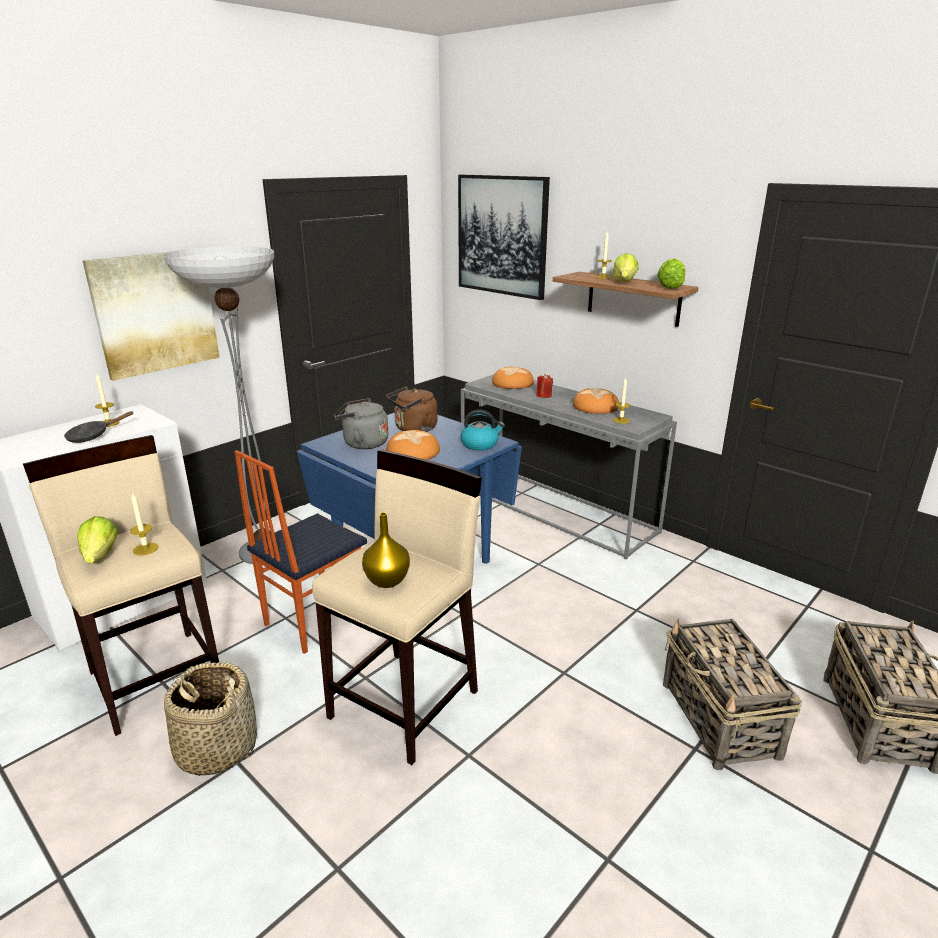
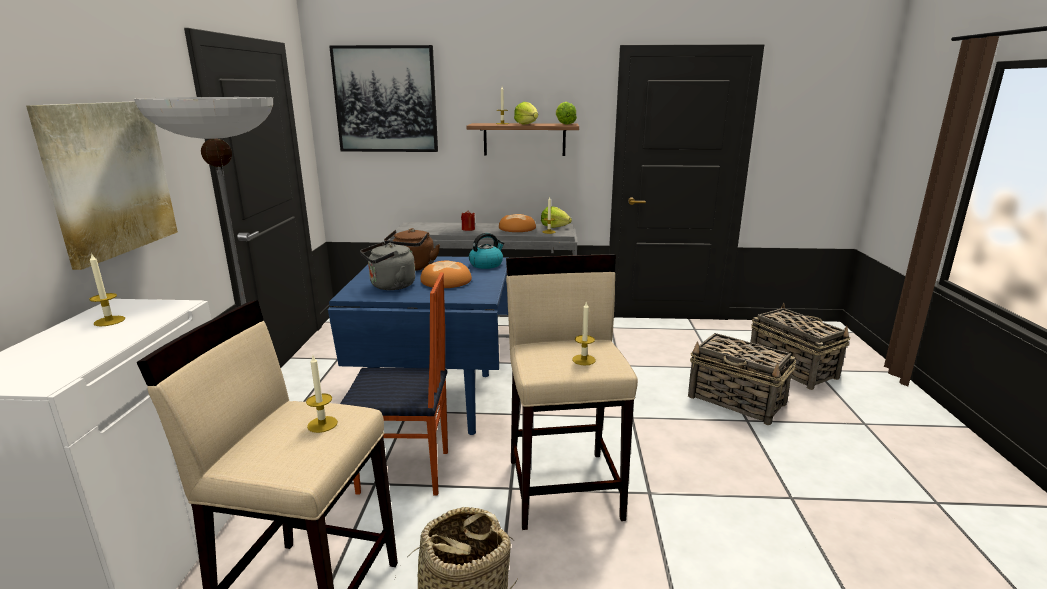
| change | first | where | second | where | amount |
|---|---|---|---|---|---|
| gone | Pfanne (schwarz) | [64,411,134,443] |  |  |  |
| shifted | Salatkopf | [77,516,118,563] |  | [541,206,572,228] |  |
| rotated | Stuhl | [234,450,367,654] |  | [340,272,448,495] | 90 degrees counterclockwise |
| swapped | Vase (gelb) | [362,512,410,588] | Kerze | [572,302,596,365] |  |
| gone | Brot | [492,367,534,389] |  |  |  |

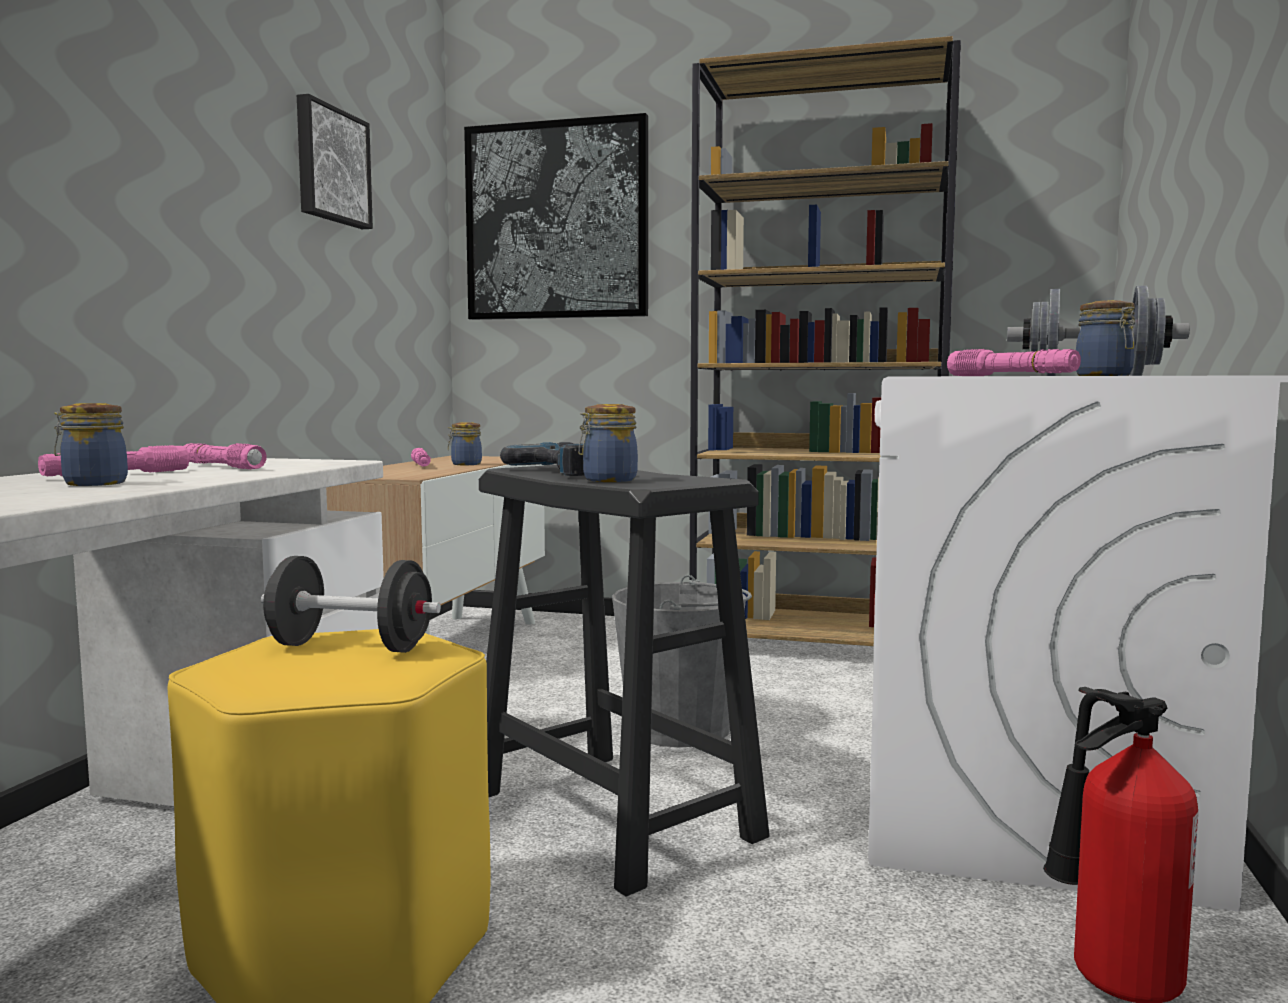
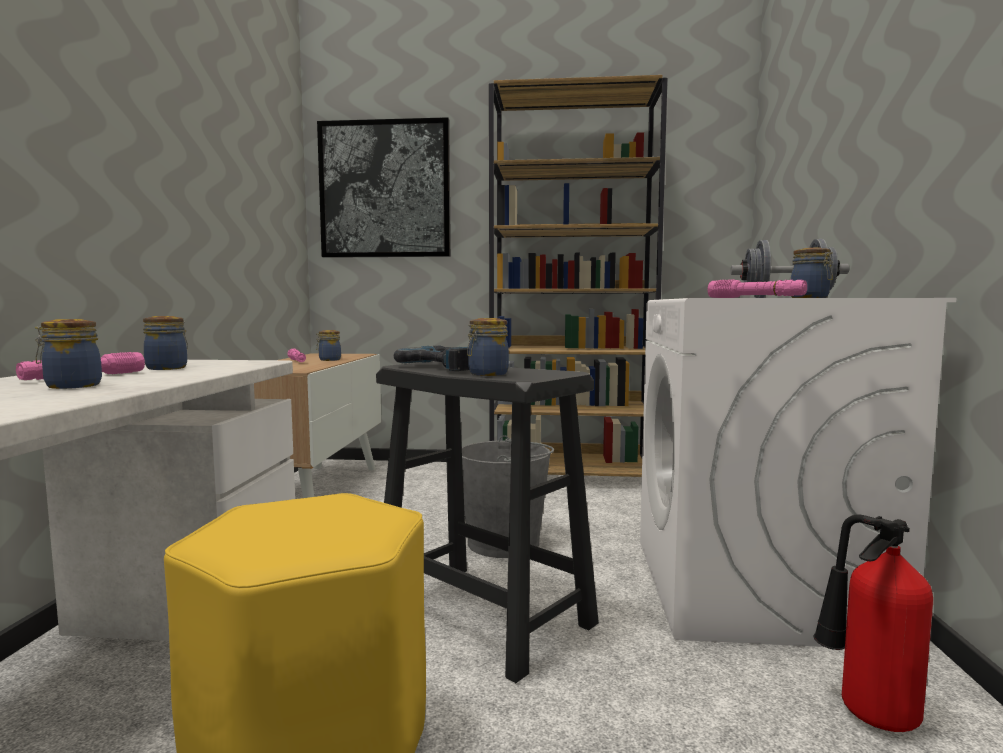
| change | first | where | second | where | amount |
|---|---|---|---|---|---|
| swapped | Taschenlampe (rosa) | [184,443,267,469] | Vorratsglas | [143,316,188,370] |  |
| gone | Hantel (schwarz) | [261,556,441,653] |  |  |  |
| gone | Bild | [297,94,373,229] |  |  |  |

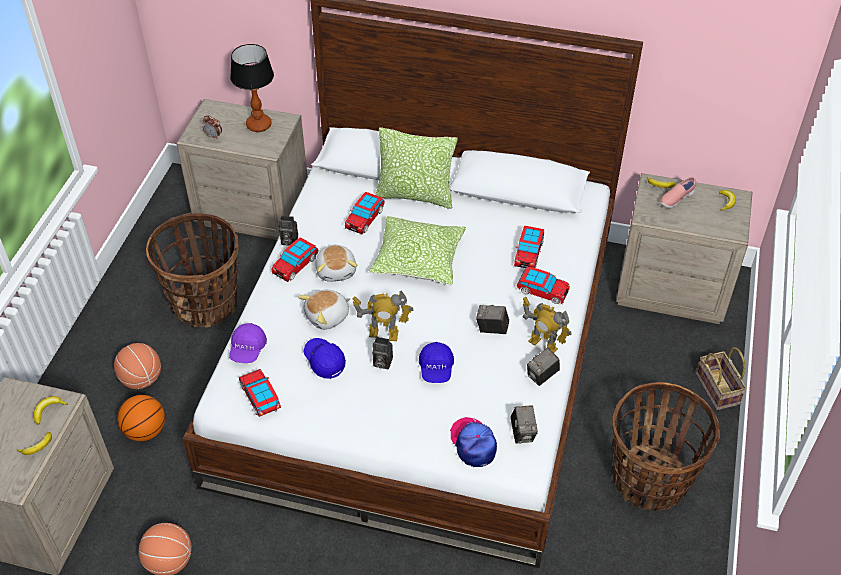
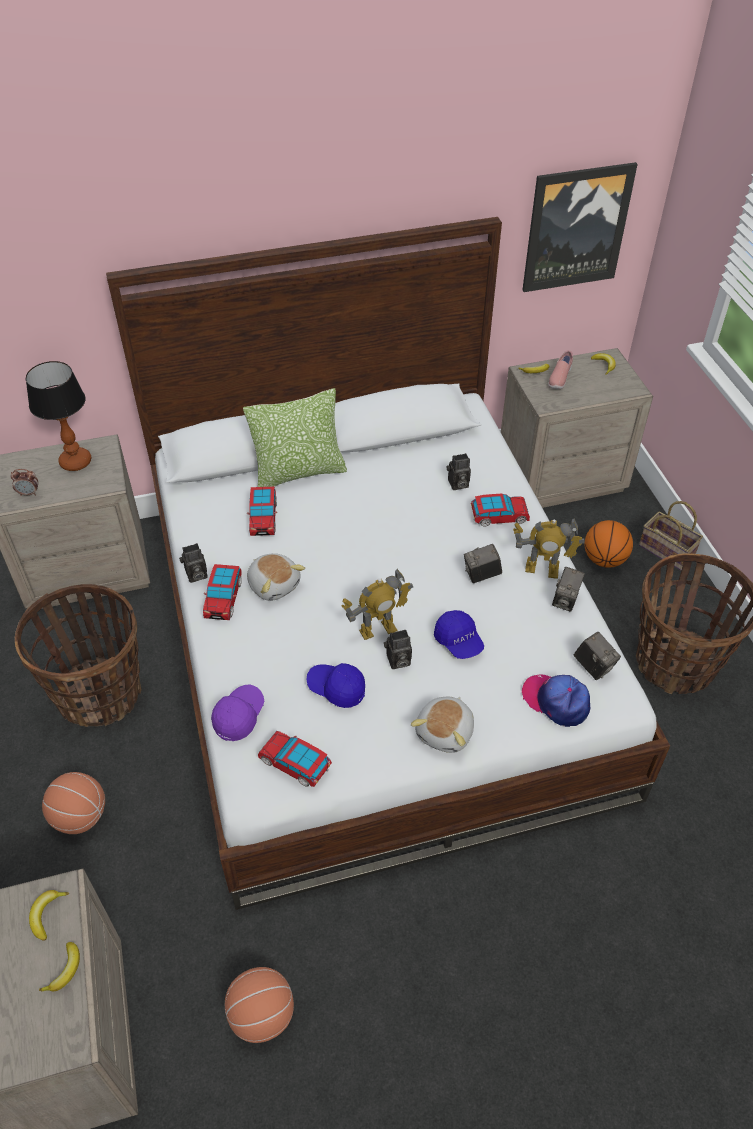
| change | first | where | second | where | amount |
|---|---|---|---|---|---|
| shifted | Basketball | [117,395,165,441] |  | [585,520,633,568] |  |
| rotated | Kappe (lila) | [229,323,267,363] |  | [211,685,264,741] | 135 degrees counterclockwise |
| shifted | Plüschtier | [298,290,351,330] |  | [411,697,474,753] |  |
| gone | Kissen | [369,216,466,285] |  |  |  |
| swapped | Spielzeugauto | [514,226,544,268] | Kamera | [447,453,471,490] |  |
| new |  |  | Bild | [522,162,638,292] |  |

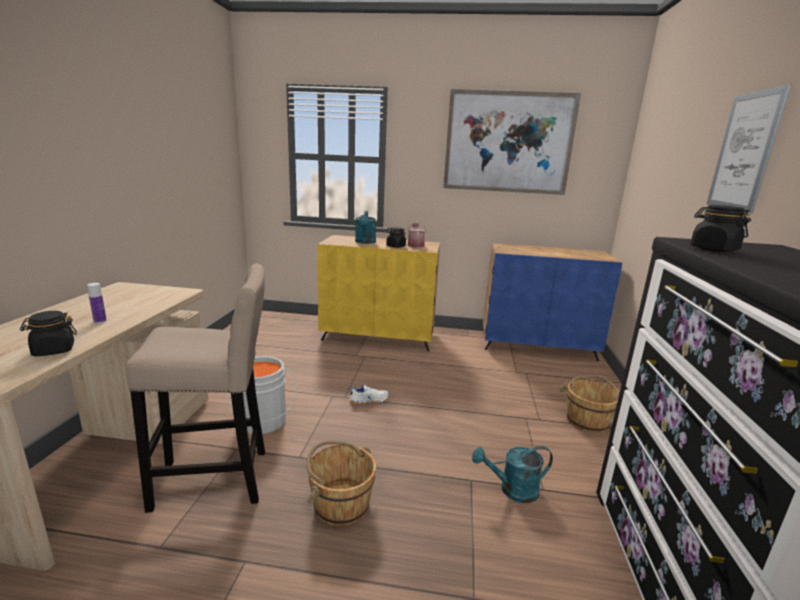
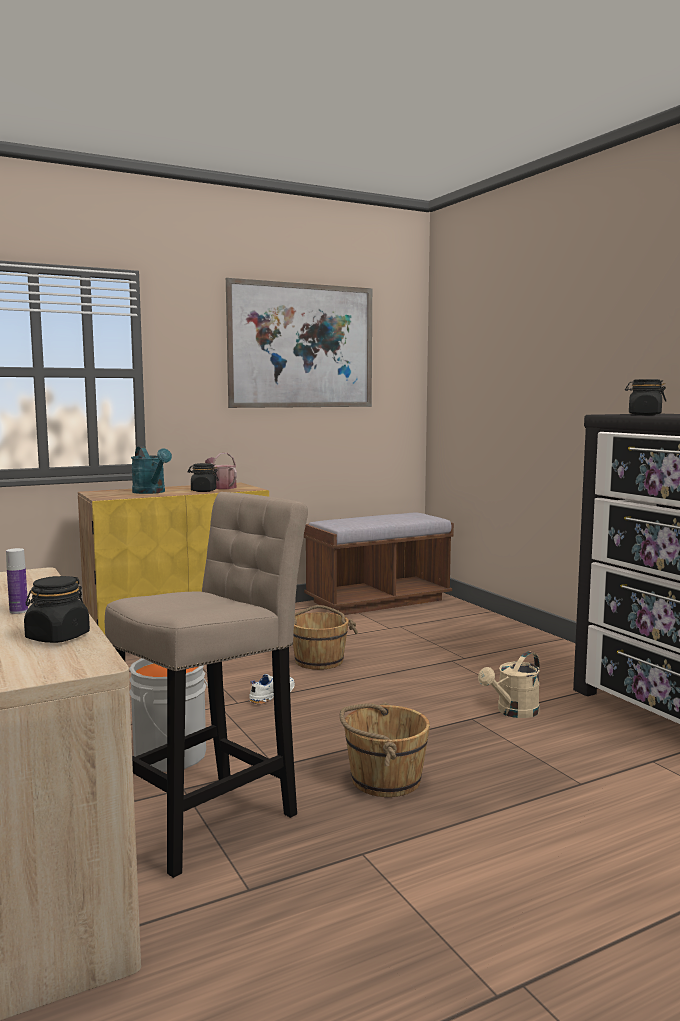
| change | first | where | second | where | amount |
|---|---|---|---|---|---|
| repainted | Gießkanne (türkis) | [472,446,553,503] | Gießkanne (beige) | [478,651,540,718] |  |
| swapped | Schrank (blau) | [483,243,622,361] | Bank (braun) | [304,513,454,615] |  |
| shifted | Eimer (braun) | [559,375,619,433] |  | [293,605,358,670] |  |
| gone | Bild | [706,84,791,213] |  |  |  |

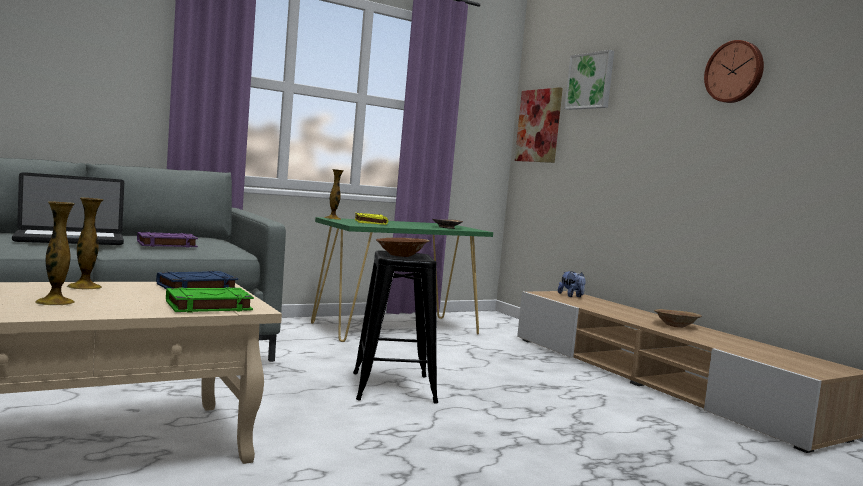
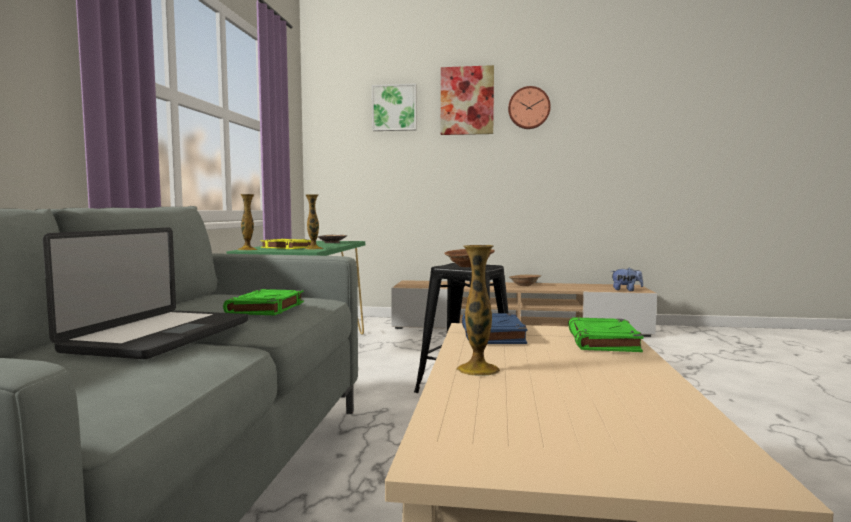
| change | first | where | second | where | amount |
|---|---|---|---|---|---|
| shifted | Vase | [35,201,75,306] |  | [305,194,323,249] |  |
| repainted | Buch (lila) | [137,232,198,248] | Buch (grün) | [223,289,304,315] |  |
| shifted | Bild | [515,87,563,163] |  | [441,65,494,135] |  |
| shifted | Plüschtier | [558,271,586,297] |  | [611,268,643,291] |  |

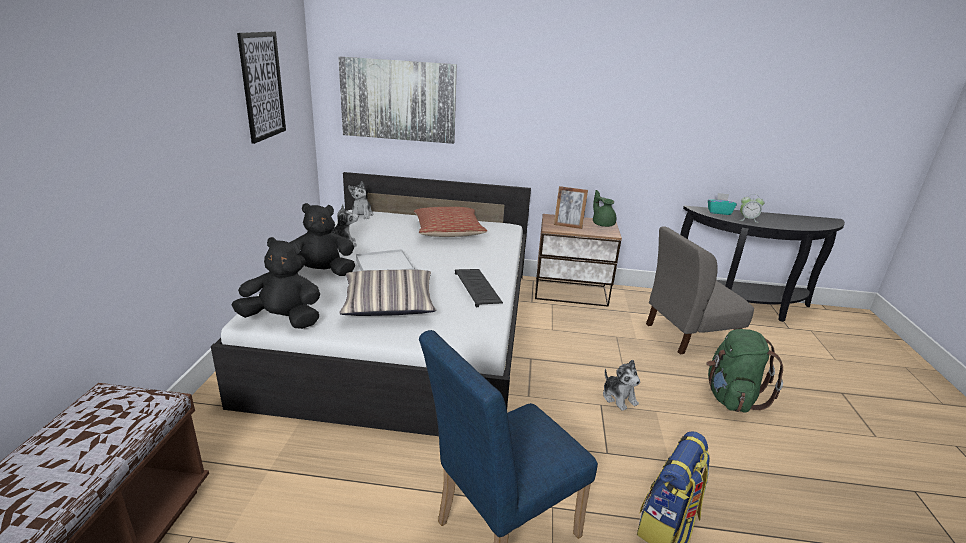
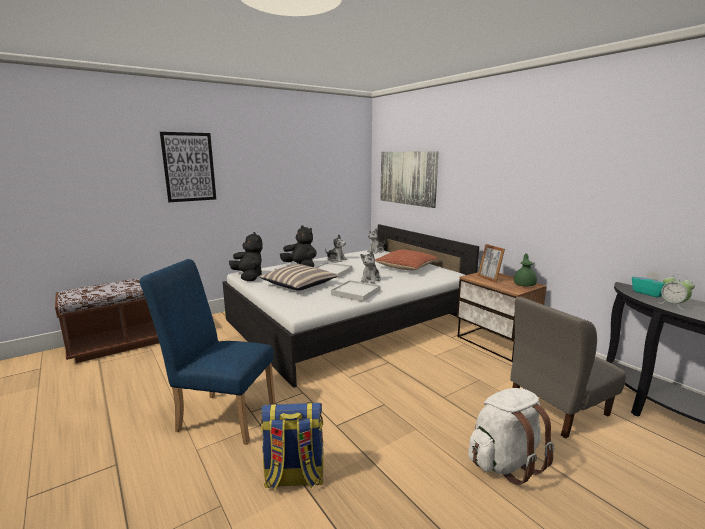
| change | first | where | second | where | amount |
|---|---|---|---|---|---|
| shifted | Bild | [237,32,286,144] |  | [160,132,216,202] |  |
| swapped | Tastatur | [455,269,503,307] | Tablett (weiß) | [331,280,381,302] |  |
| shifted | Plüschtier | [603,360,640,411] |  | [360,251,381,283] |  |
| rotated | Stuhl (grau) | [646,227,754,355] |  | [510,297,626,439] | 60 degrees counterclockwise |
| repainted | Rucksack (grün) | [706,329,783,413] | Rucksack (weiß) | [468,388,554,485] |  |

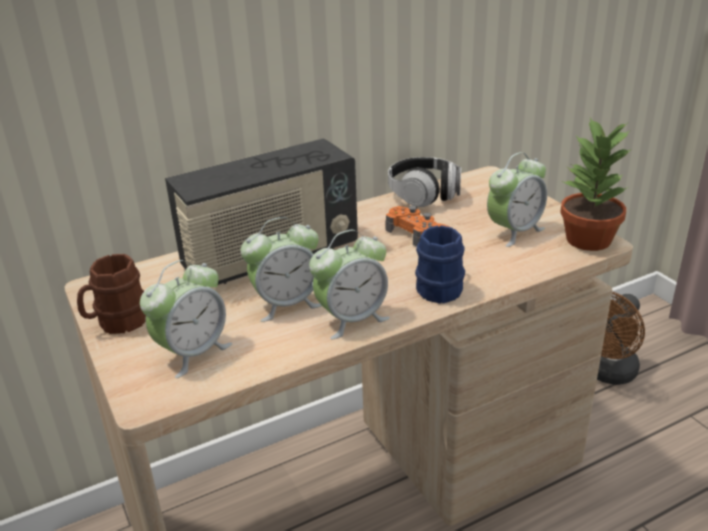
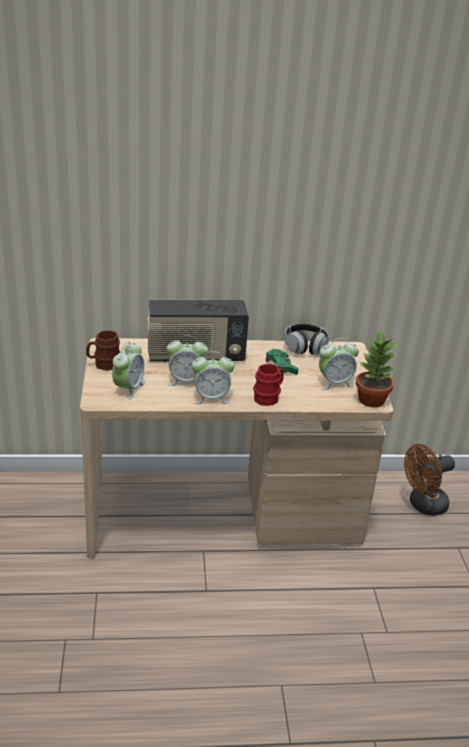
| change | first | where | second | where | amount |
|---|---|---|---|---|---|
| rotated | Wecker | [140,260,232,378] |  | [112,342,145,400] | 45 degrees counterclockwise |
| repainted | Gamepad (orange) | [386,206,449,247] | Gamepad (grün) | [266,349,298,374] |  |
| repainted | Henkelbecher (blau) | [415,225,465,304] | Henkelbecher (rot) | [253,364,284,406] |  |

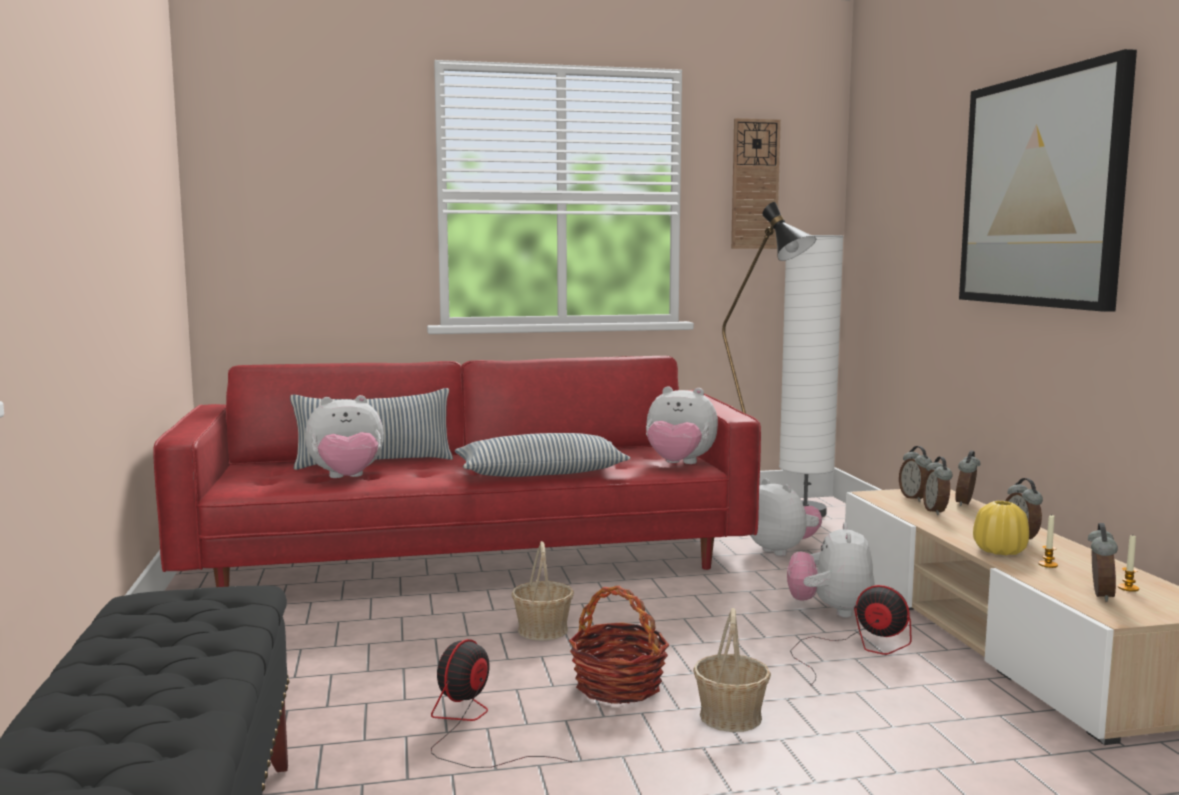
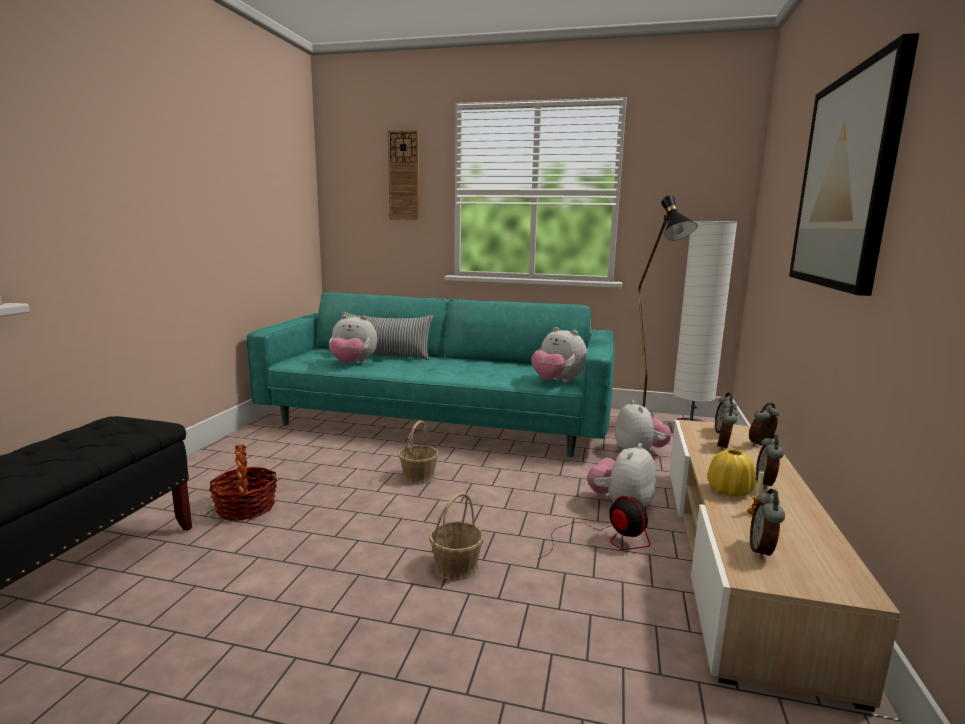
| change | first | where | second | where | amount |
|---|---|---|---|---|---|
| repainted | Sofa (rot) | [153,356,761,587] | Sofa (türkis) | [247,292,614,457] |  |
| gone | Ventilator | [431,639,572,768] |  |  |  |
| gone | Kissen | [455,433,631,477] |  |  |  |
| shifted | Korb | [569,586,669,704] |  | [209,444,277,521] |  |
| shifted | Wanduhr | [731,118,781,249] |  | [388,130,420,220] |  |
| rotated | Wecker | [1088,523,1118,602] |  | [750,489,785,559] | 150 degrees clockwise |
| gone | Kerze | [1118,536,1139,592] |  |  |  |

